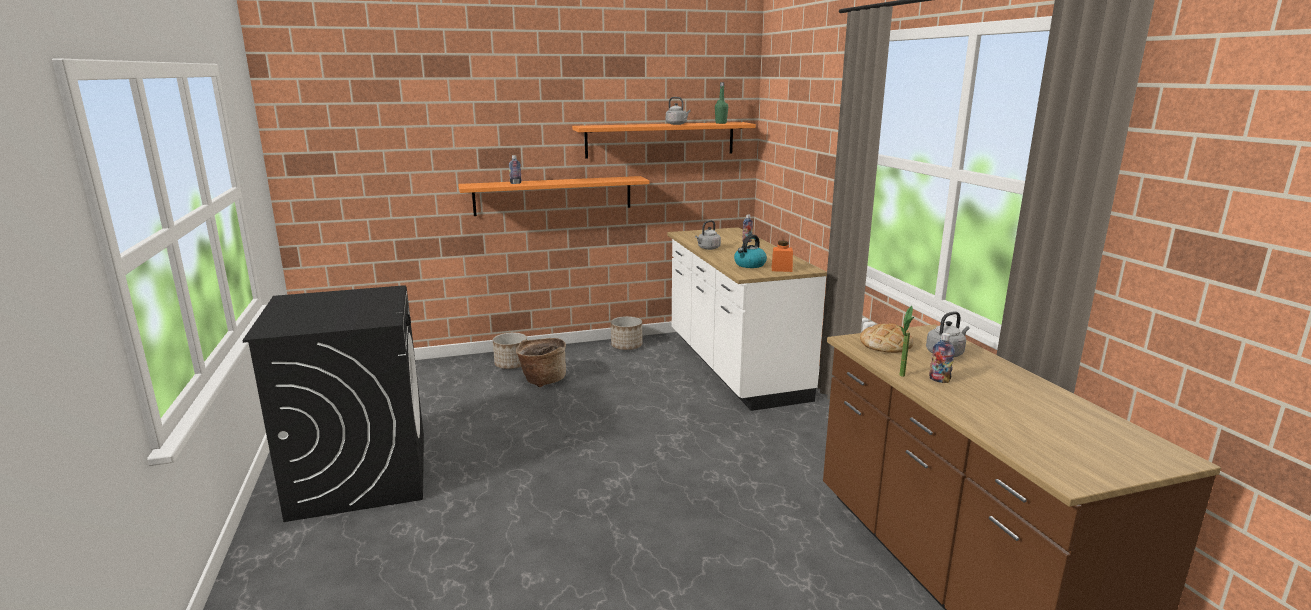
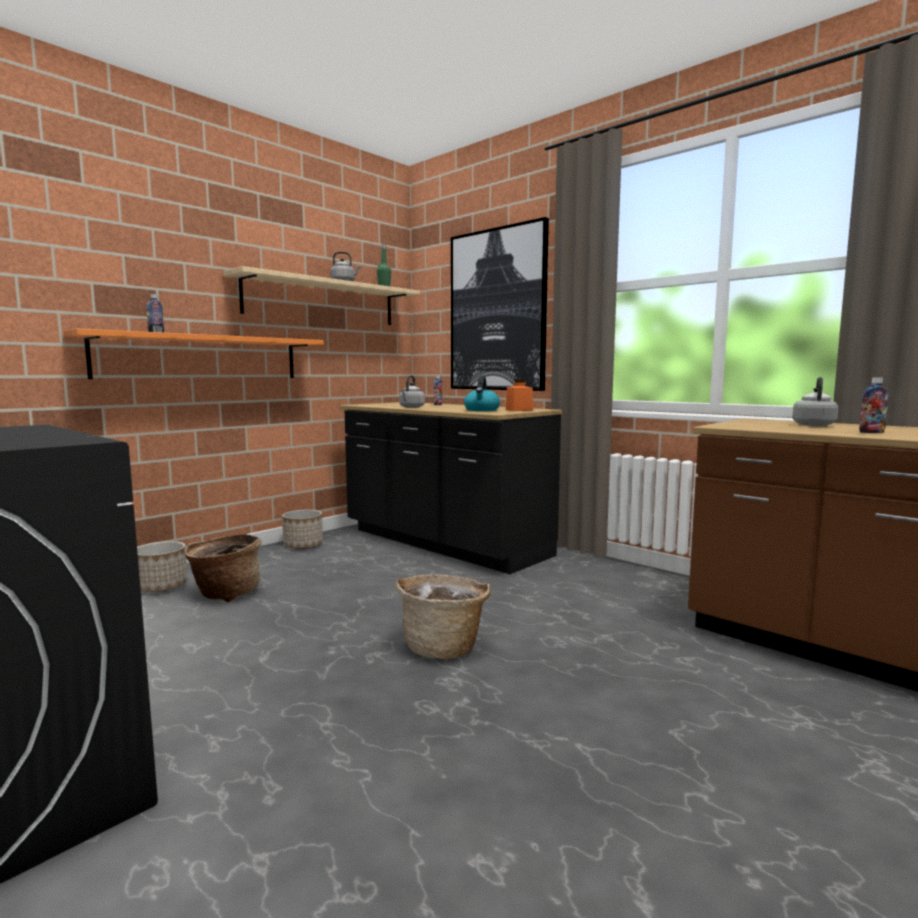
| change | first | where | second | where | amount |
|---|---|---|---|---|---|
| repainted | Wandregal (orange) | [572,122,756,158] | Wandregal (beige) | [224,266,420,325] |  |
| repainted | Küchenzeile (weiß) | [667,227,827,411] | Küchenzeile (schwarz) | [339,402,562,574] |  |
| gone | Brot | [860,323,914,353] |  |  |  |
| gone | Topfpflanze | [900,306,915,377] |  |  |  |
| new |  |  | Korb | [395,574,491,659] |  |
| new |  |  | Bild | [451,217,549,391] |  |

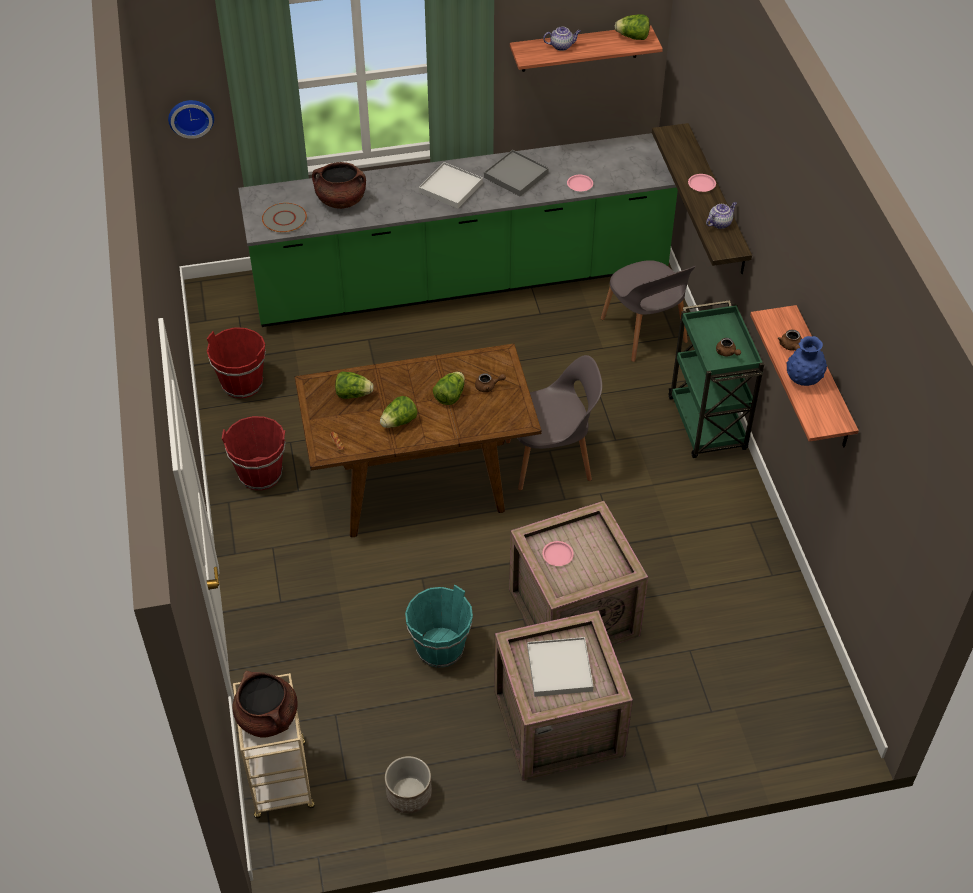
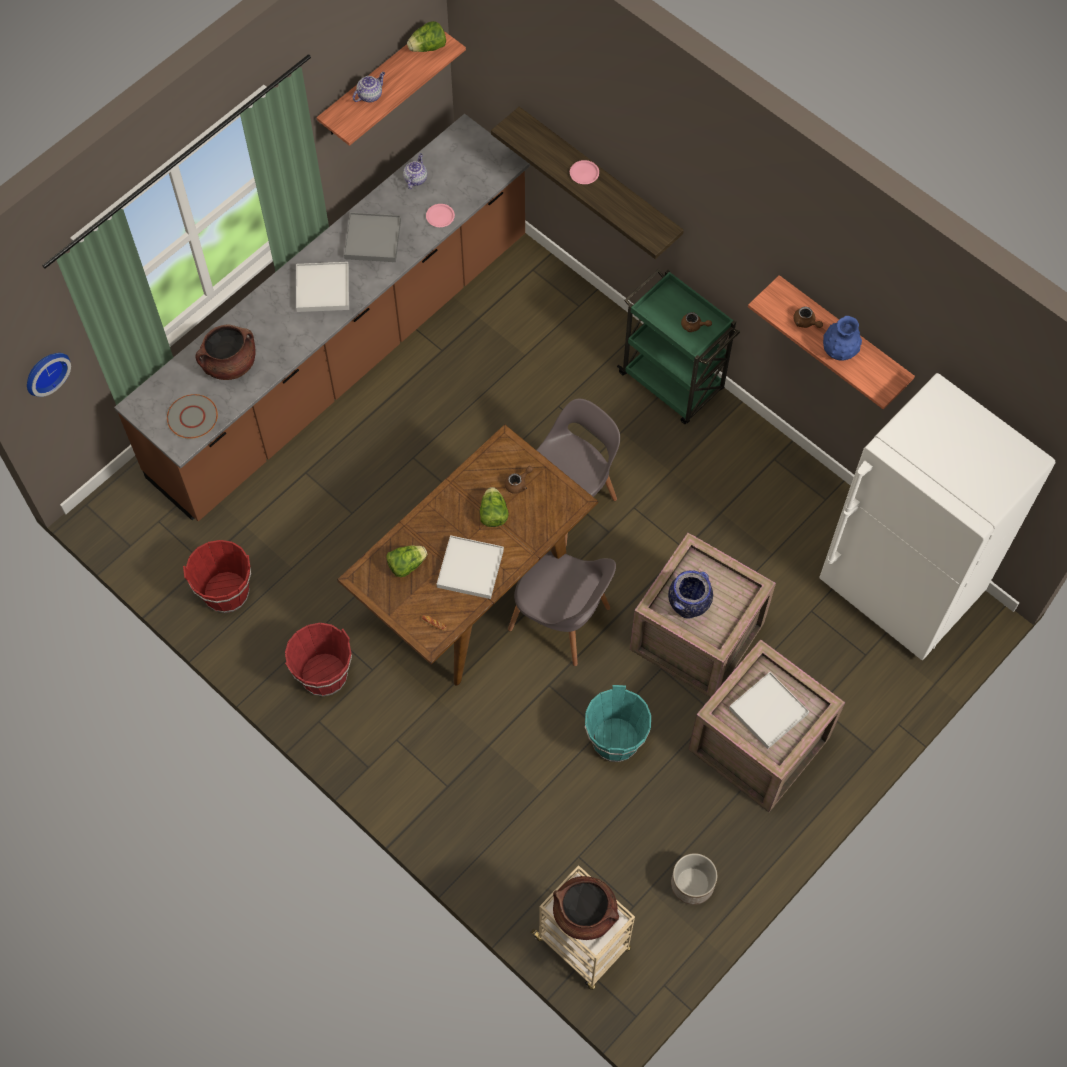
| change | first | where | second | where | amount |
|---|---|---|---|---|---|
| repainted | Küchenzeile (grün) | [238,133,678,327] | Küchenzeile (braun) | [114,114,530,521] |  |
| swapped | Salatkopf | [380,396,417,428] | Tablett (weiß) | [437,535,504,599] |  |
| swapped | Teller (rosa) | [542,541,574,566] | Vase | [668,570,713,619] |  |
| shifted | Stuhl (grau) | [601,260,696,362] |  | [508,552,616,666] |  |
| shifted | Teekanne | [706,202,737,229] |  | [403,153,427,189] |  |
| new |  |  | Kühlschrank (weiß) | [819,373,1055,660] |  |

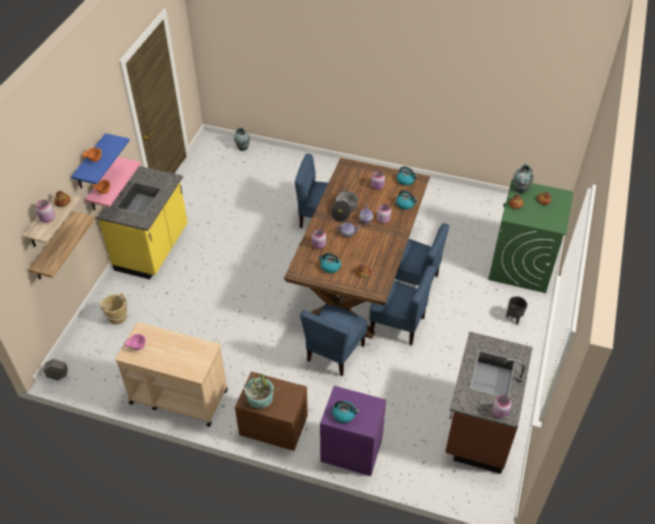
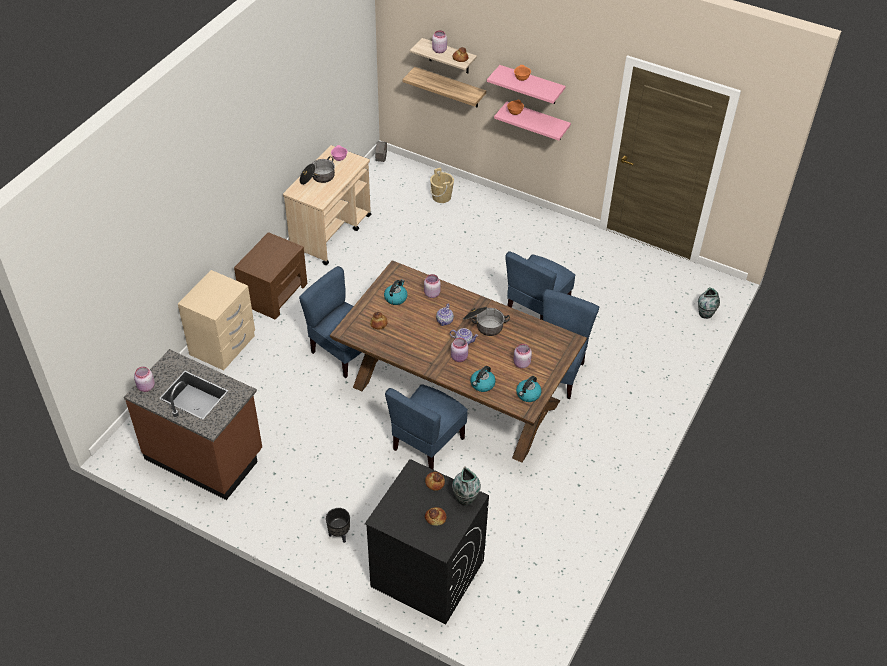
| change | first | where | second | where | amount |
|---|---|---|---|---|---|
| repainted | Wandregal (blau) | [71,133,130,188] | Wandregal (rosa) | [487,65,566,104] |  |
| gone | Küchenzeile (gelb) | [97,166,188,279] |  |  |  |
| gone | Topfpflanze | [242,373,280,409] |  |  |  |
| repainted | Nachttisch (lila) | [320,386,386,476] | Nachttisch (beige) | [178,270,255,370] |  |
| gone | Wasserkessel | [332,401,359,423] |  |  |  |
| shifted | Stuhl (blau) | [370,265,435,345] |  | [505,251,575,320] |  |
| repainted | Waschmaschine (grün) | [488,179,574,293] | Waschmaschine (schwarz) | [365,459,489,625] |  |
| new |  |  | Kochtopf | [300,157,335,185] |  |

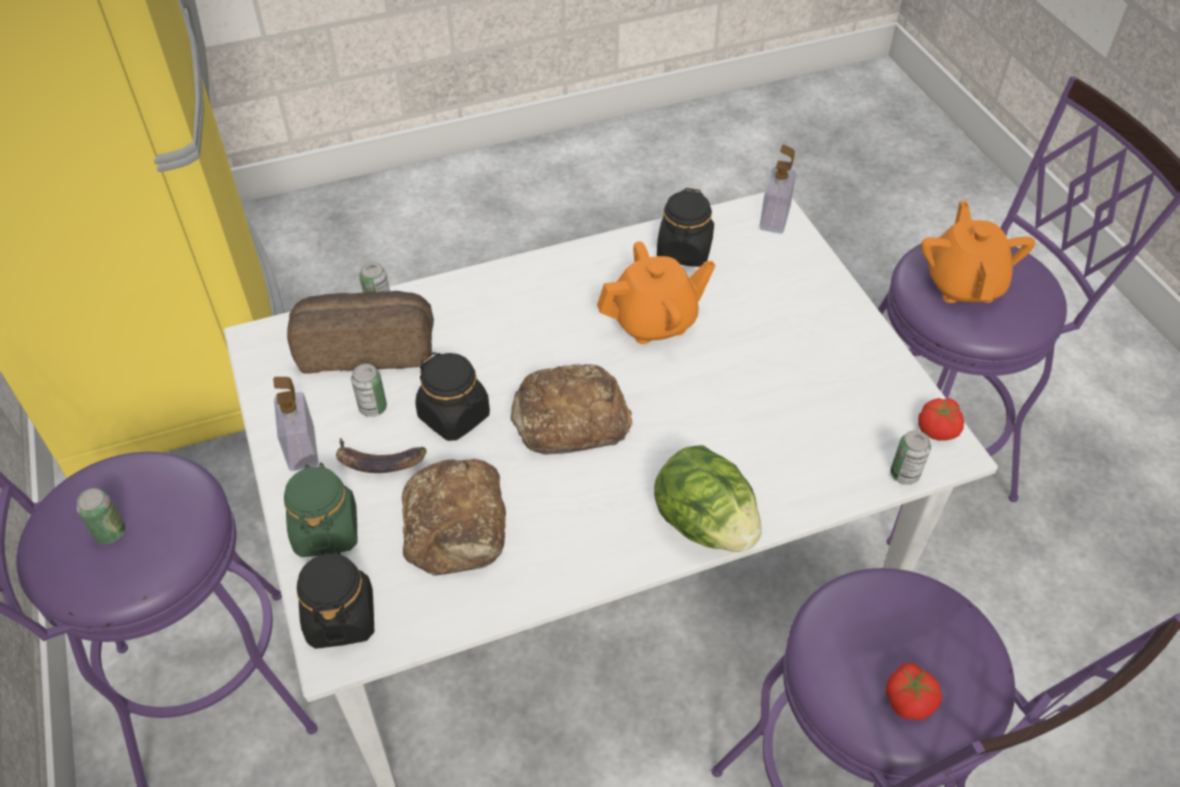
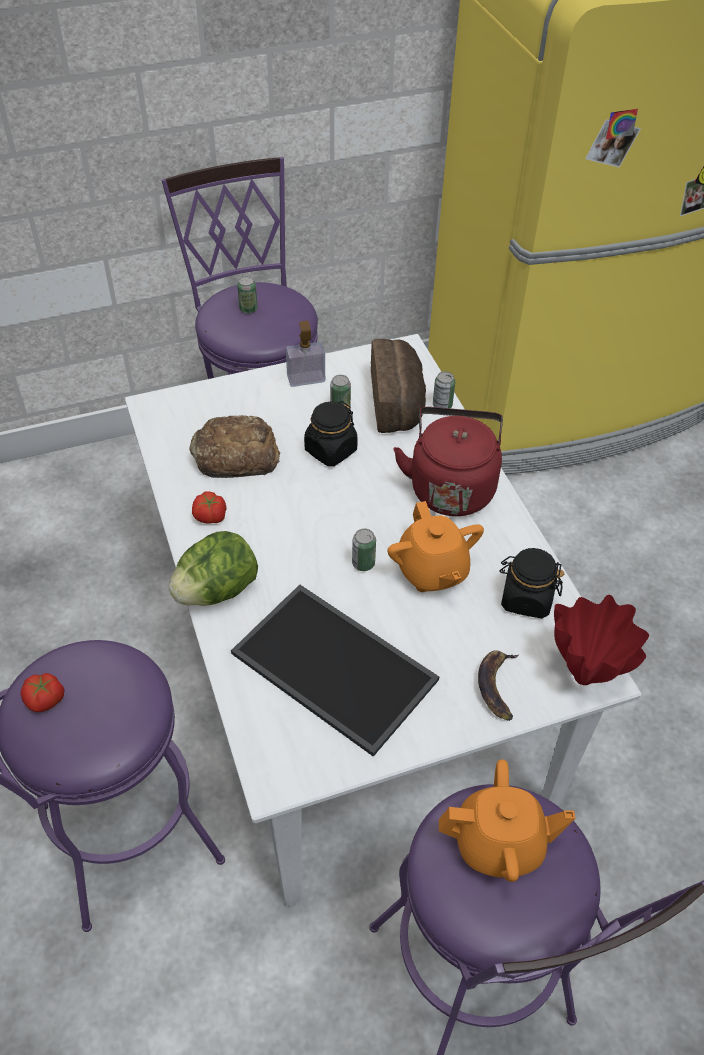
| change | first | where | second | where | amount |
|---|---|---|---|---|---|
| gone | Vorratsglas (grün) | [284,462,358,557] |  |  |  |
| gone | Vorratsglas (schwarz) | [297,548,374,649] |  |  |  |
| shifted | Banane | [336,438,426,473] |  | [478,650,519,721] |  |
| gone | Brot | [511,364,632,455] |  |  |  |
| swapped | Seifenspender | [760,145,796,234] | Vase (rot) | [554,595,649,685] |  |
| shifted | Dose | [890,430,931,485] |  | [352,528,376,571] |  |
| shifted | Tomate | [918,398,964,440] |  | [192,491,226,524] |  |
| new |  |  | Tablett | [231,584,439,757] |  |
| new |  |  | Wasserkessel (rot) | [394,407,503,516] |  |

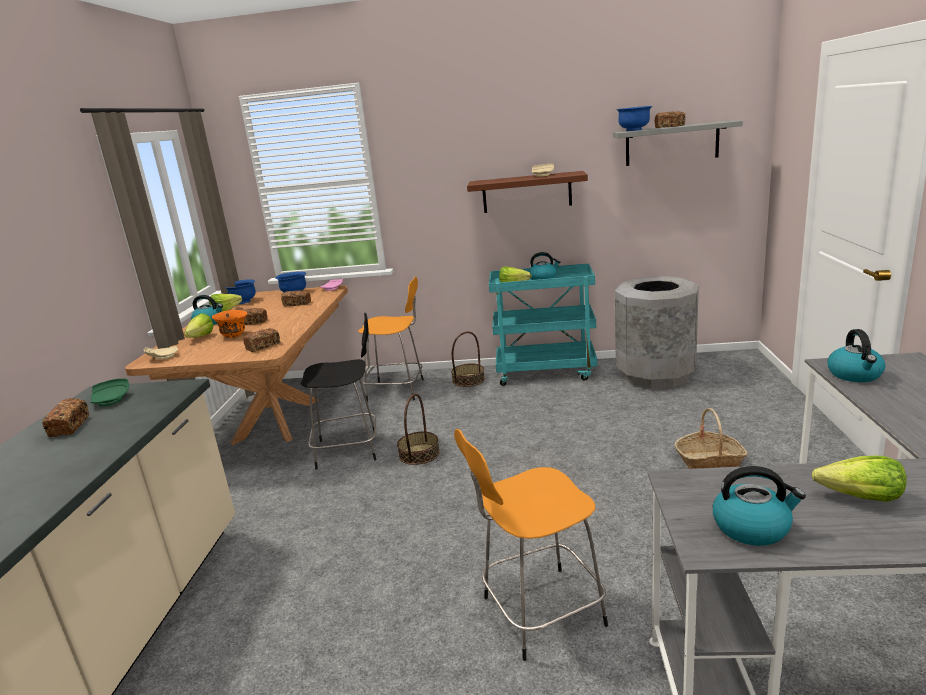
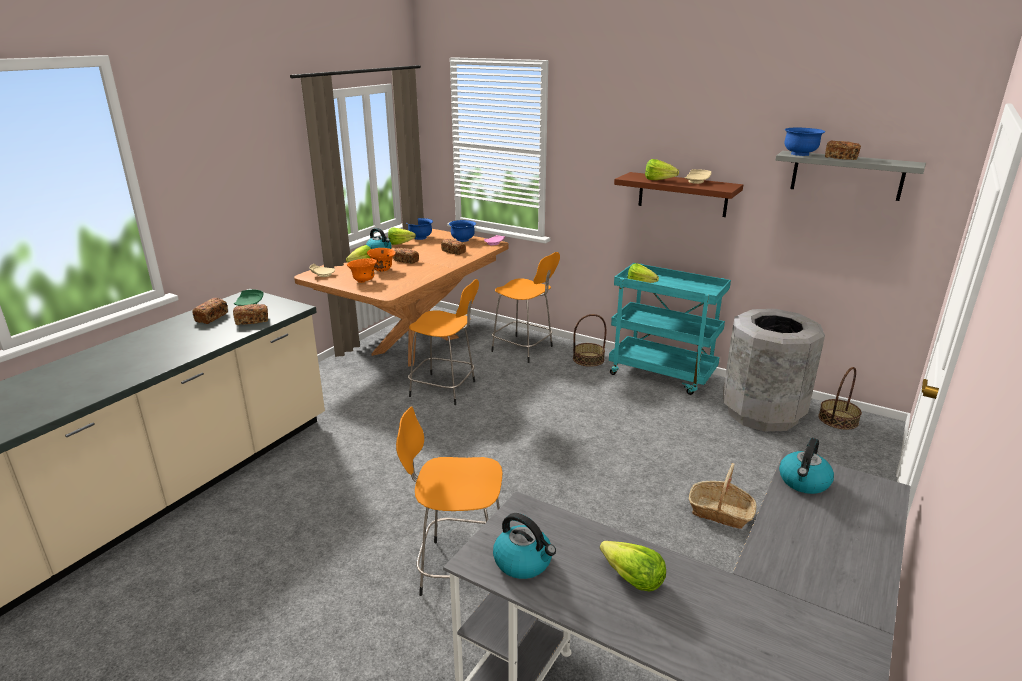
| change | first | where | second | where | amount |
|---|---|---|---|---|---|
| shifted | Brot | [243,328,280,352] |  | [233,304,268,325] |  |
| repainted | Hocker (schwarz) | [301,313,377,470] | Hocker (orange) | [408,279,479,405] |  |
| shifted | Korb | [397,394,440,465] |  | [818,367,862,430] |  |
| gone | Wasserkessel | [528,252,560,280] |  |  |  |
| new |  |  | Schüssel (orange) | [347,258,377,283] |  |
| new |  |  | Salatkopf | [645,159,679,180] |  |

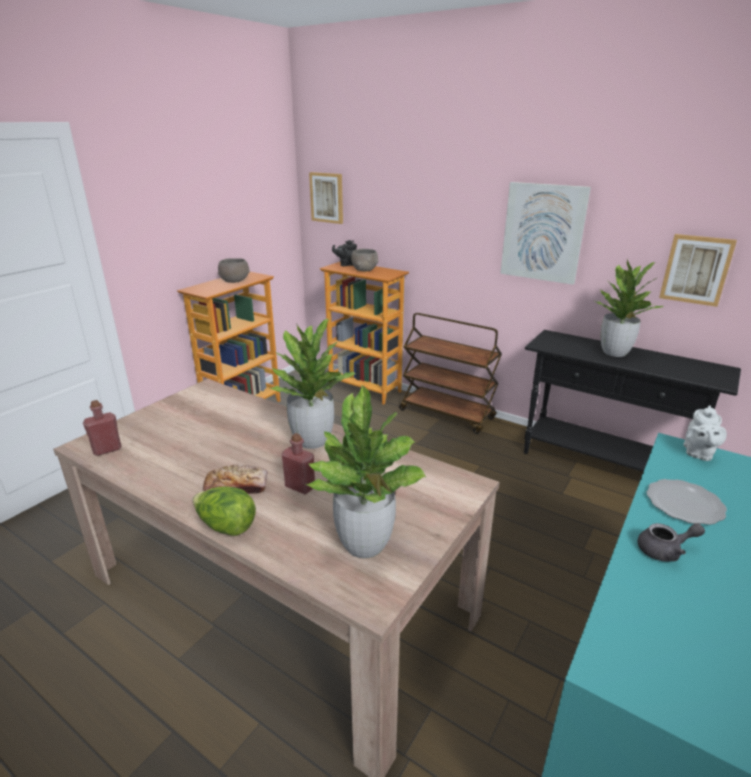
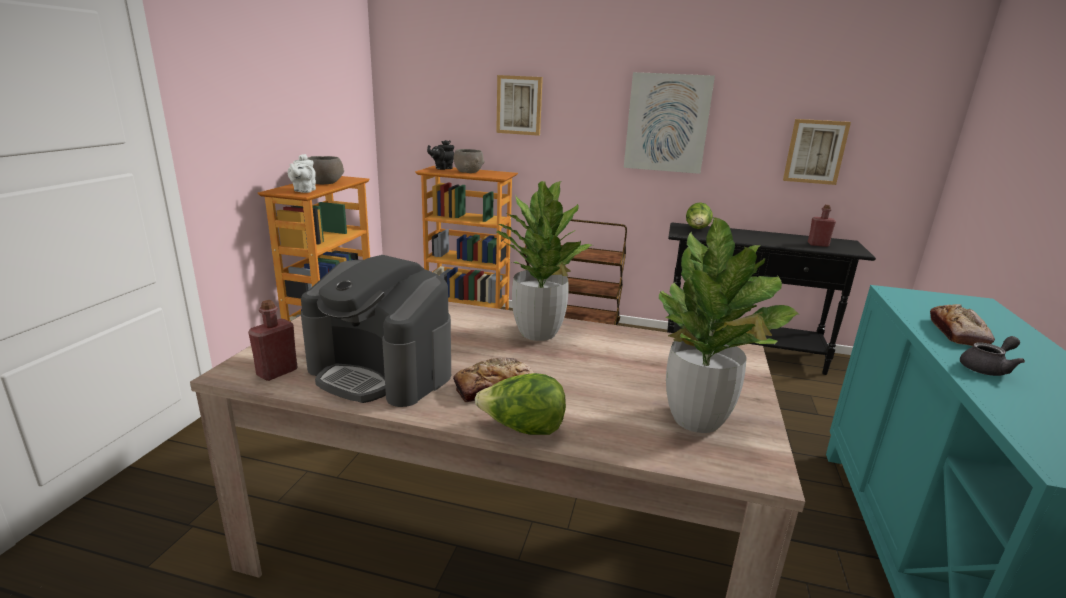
| change | first | where | second | where | amount |
|---|---|---|---|---|---|
| shifted | Flasche (rot) | [282,433,315,494] |  | [808,204,836,247] |  |
| shifted | Bild | [309,172,343,224] |  | [496,75,543,136] |  |
| gone | Topfpflanze | [595,259,664,357] |  |  |  |
| swapped | Teller | [647,479,727,525] | Brot | [930,304,995,346] |  |
| shifted | Teekanne (weiß) | [684,405,727,461] |  | [288,154,316,193] |  |
| new |  |  | Kaffeemaschine | [301,255,451,407] |  |
| new |  |  | Salatkopf | [686,202,713,229] |  |

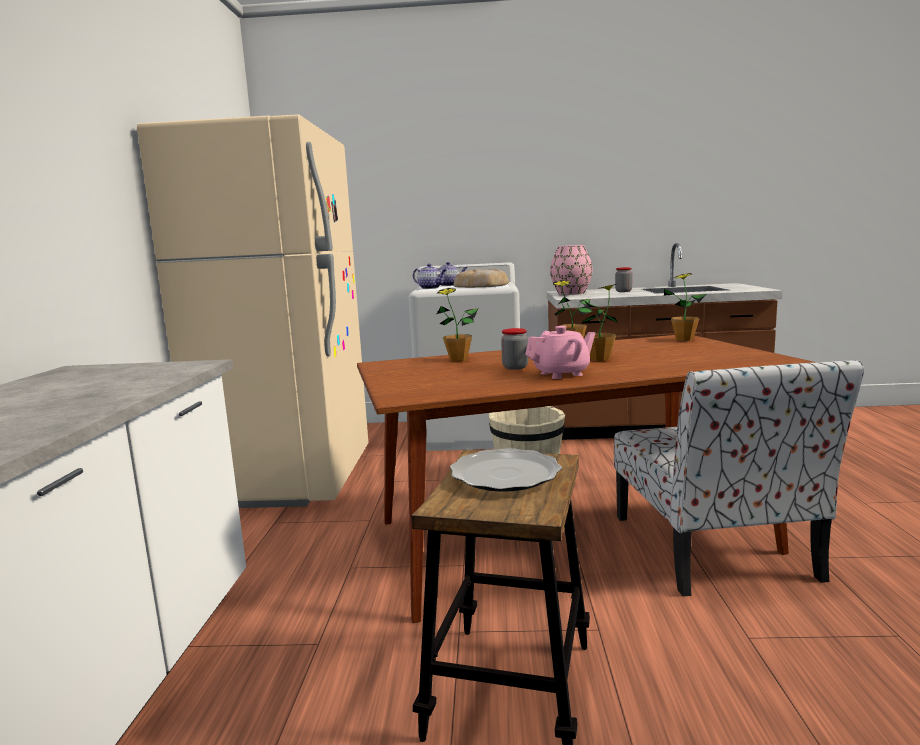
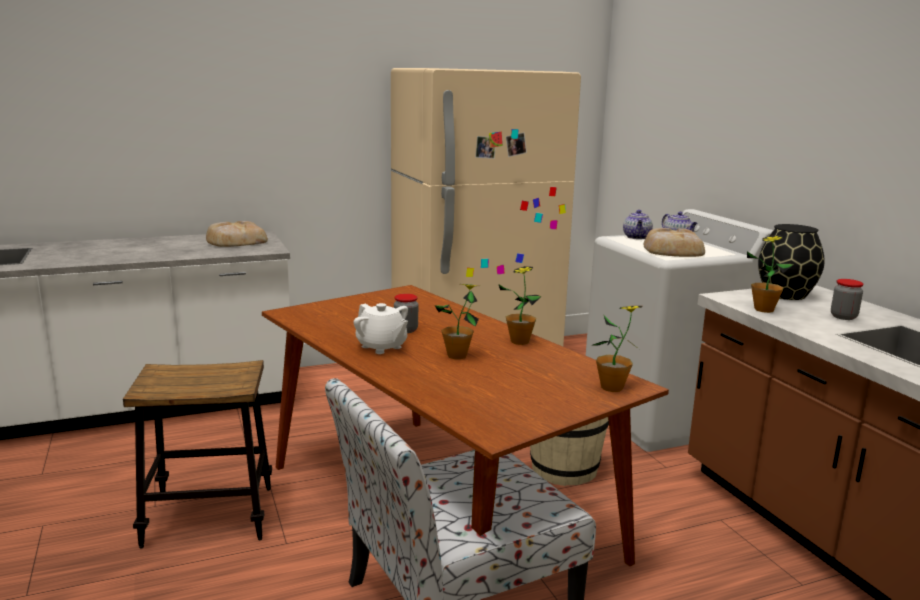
| change | first | where | second | where | amount |
|---|---|---|---|---|---|
| shifted | Topfpflanze | [437,288,479,361] |  | [747,236,794,313] |  |
| gone | Teller | [450,448,562,492] |  |  |  |
| repainted | Teekanne (rosa) | [525,326,596,379] | Teekanne (weiß) | [354,303,408,354] |  |
| repainted | Vase (rosa) | [550,245,593,295] | Vase (schwarz) | [758,224,825,300] |  |
| new |  |  | Brot | [206,221,268,247] |  |

